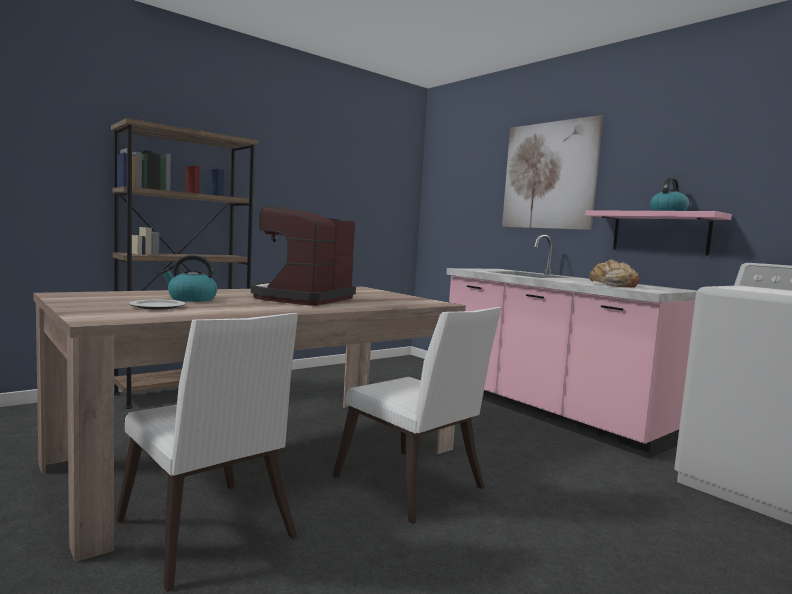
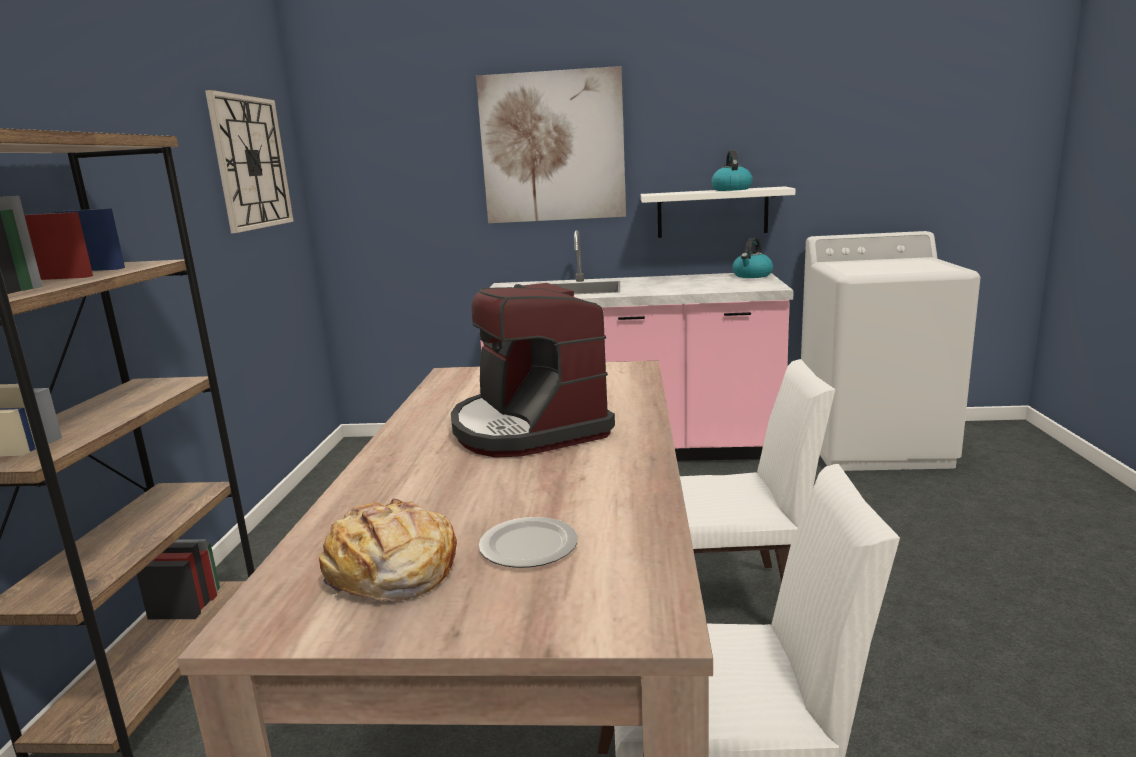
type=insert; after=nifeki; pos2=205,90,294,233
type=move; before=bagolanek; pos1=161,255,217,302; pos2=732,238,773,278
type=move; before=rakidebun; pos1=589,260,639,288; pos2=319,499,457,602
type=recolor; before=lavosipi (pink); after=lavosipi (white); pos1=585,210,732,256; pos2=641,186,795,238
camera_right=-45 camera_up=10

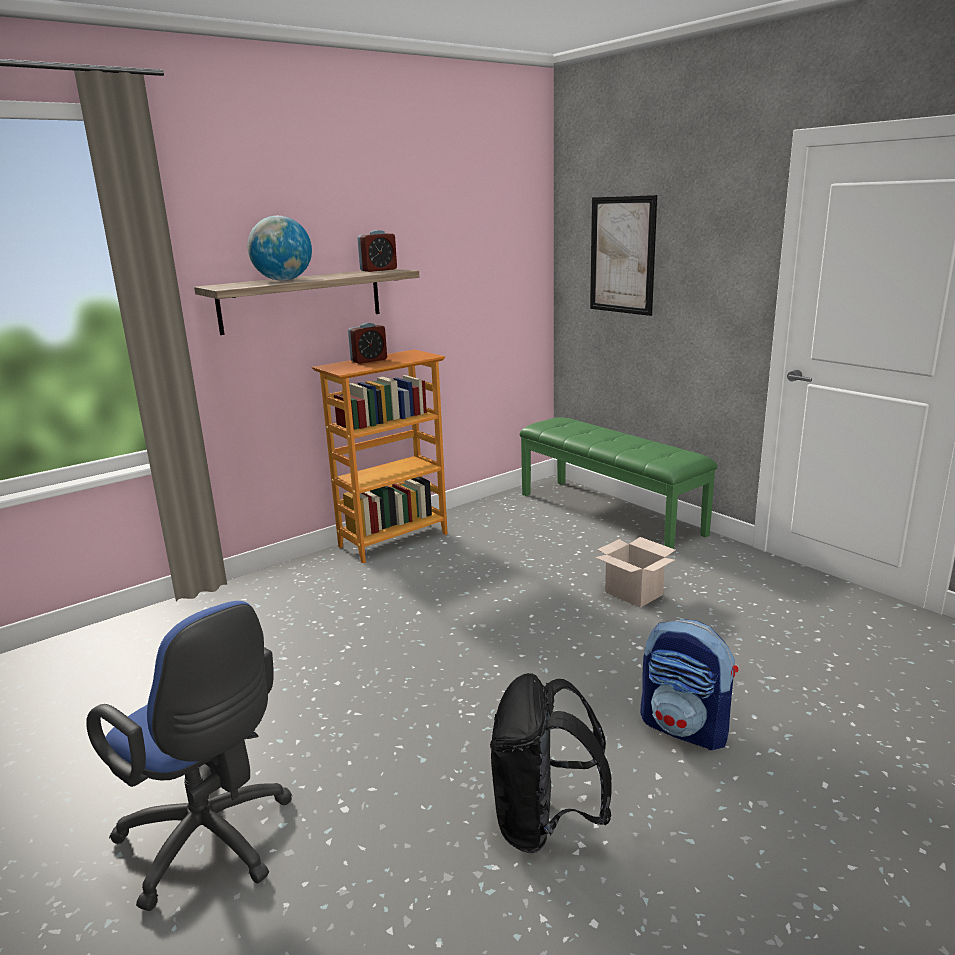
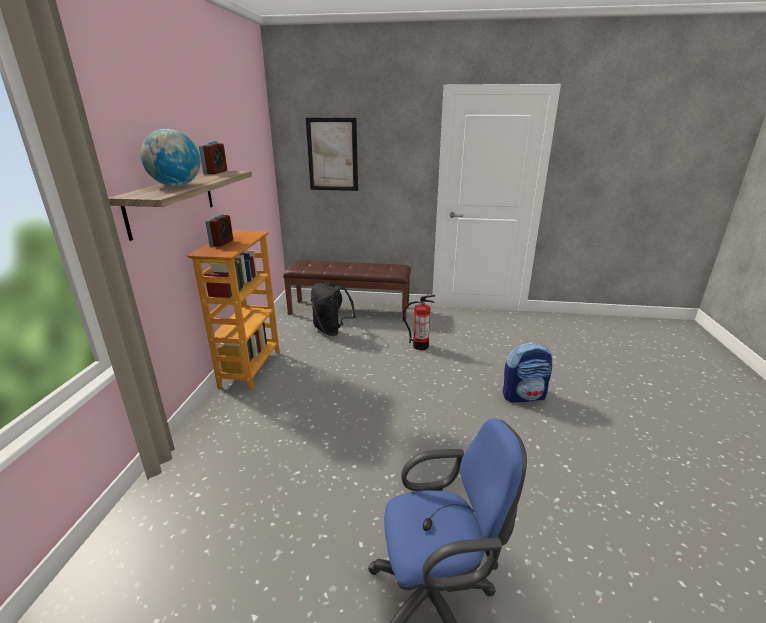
type=move; before=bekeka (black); pos1=490,673,612,853; pos2=311,281,356,336
type=replace; before=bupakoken; after=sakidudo; pos1=595,537,675,608; pos2=402,295,435,350
type=recolor; before=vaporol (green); after=vaporol (brown); pos1=520,417,718,553; pos2=283,260,411,321
camera_right=-45 camera_up=5

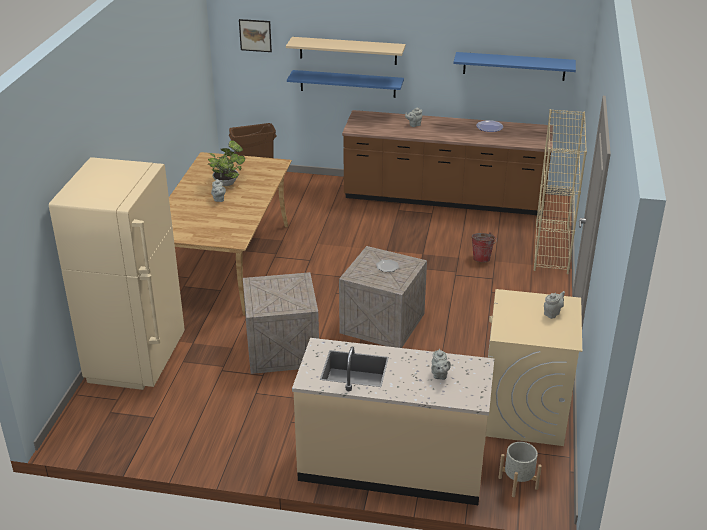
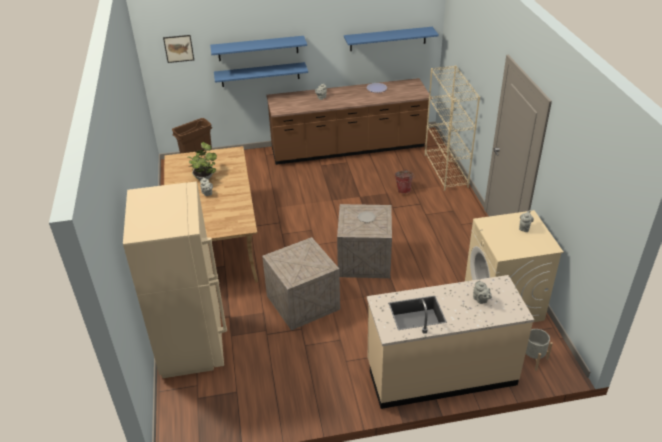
type=recolor; before=lavosipi (beige); after=lavosipi (blue); pos1=286,37,406,65; pos2=210,36,307,61
camera_right=-20 camera_up=5

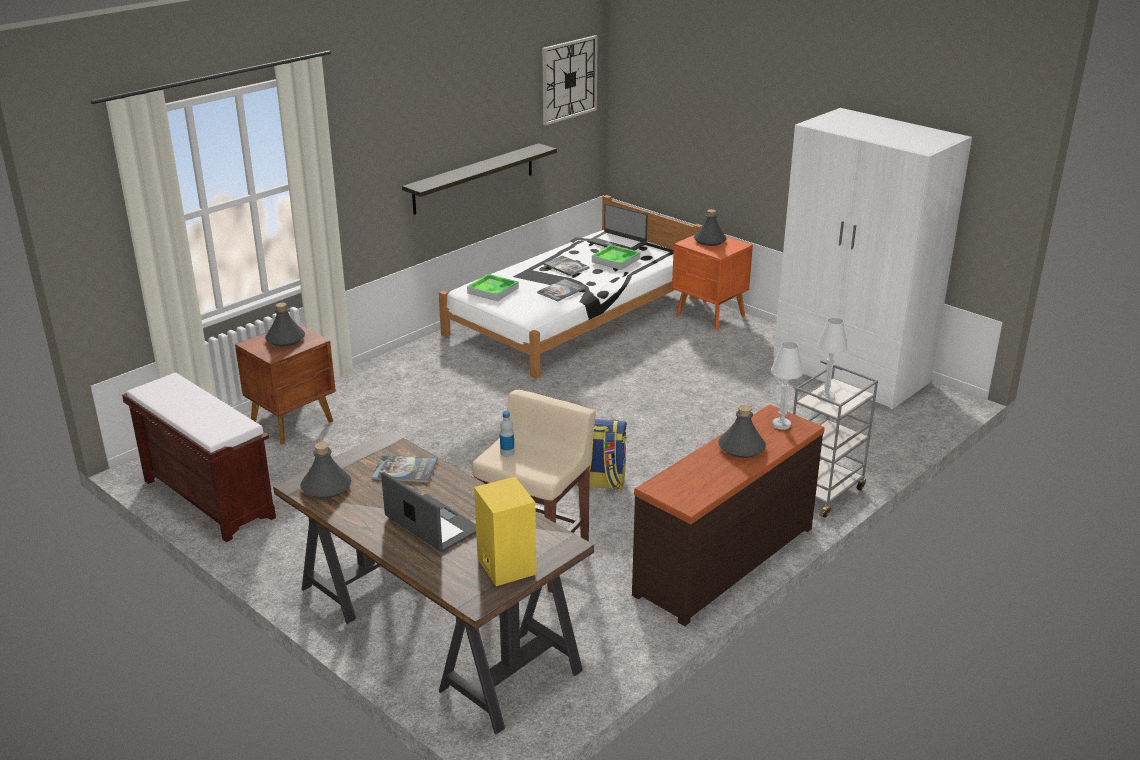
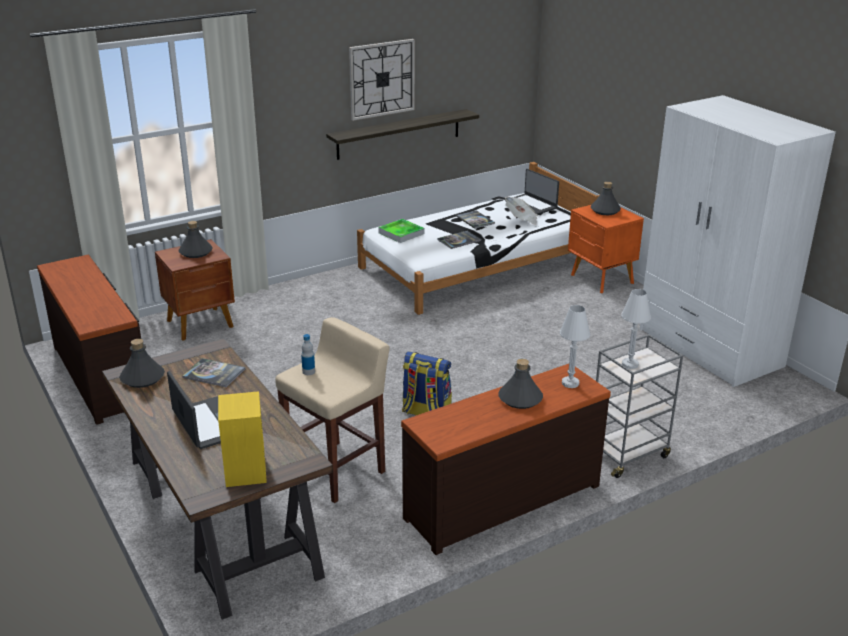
type=move; before=nifeki; pos1=542,35,598,125; pos2=349,39,415,121
type=replace; before=vaporol (brown); after=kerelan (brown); pos1=122,373,276,542; pos2=37,255,141,425
type=replace; before=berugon; after=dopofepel; pos1=592,245,640,270; pos2=505,197,538,225
camera_right=15 camera_up=0

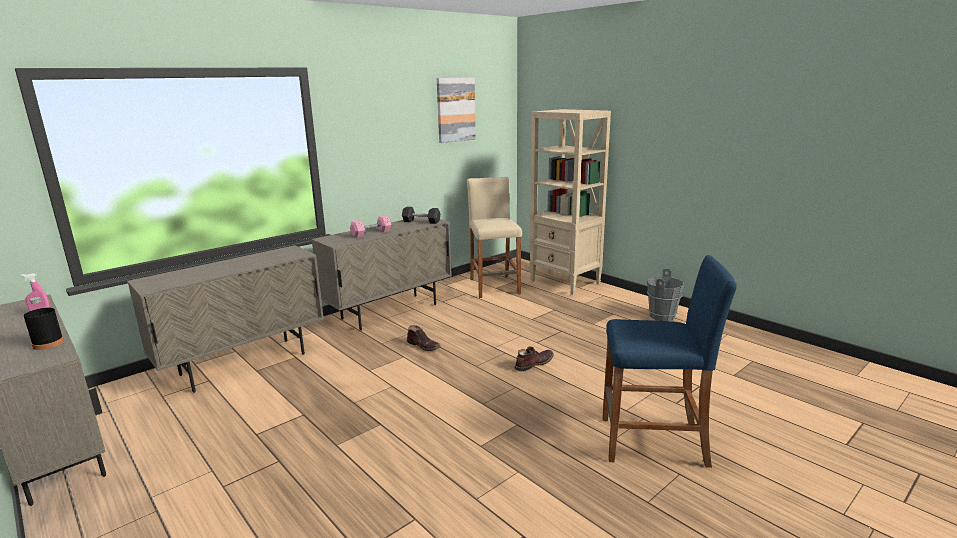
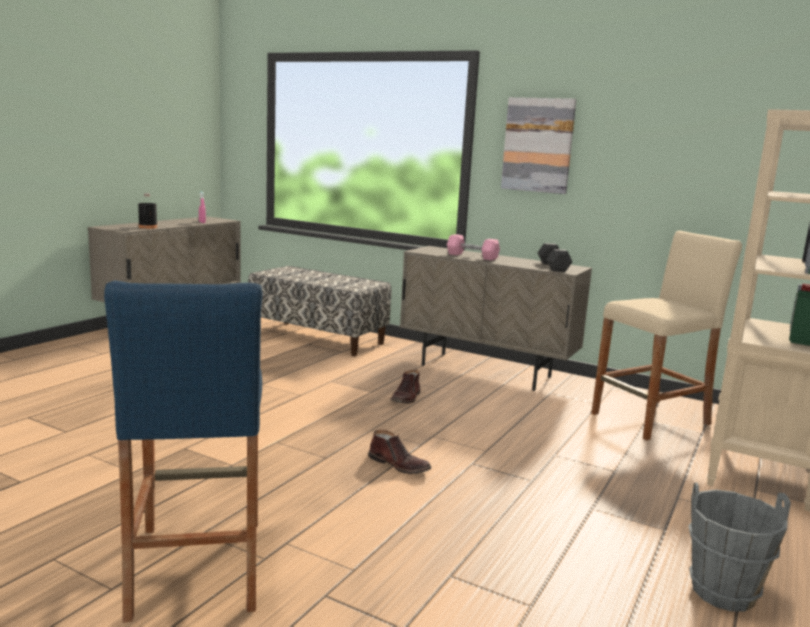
type=move; before=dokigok; pos1=437,77,476,143; pos2=501,97,577,194
type=replace; before=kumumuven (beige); after=vaporol; pos1=127,245,324,393; pos2=248,266,391,356
camera_right=70 camera_up=-5

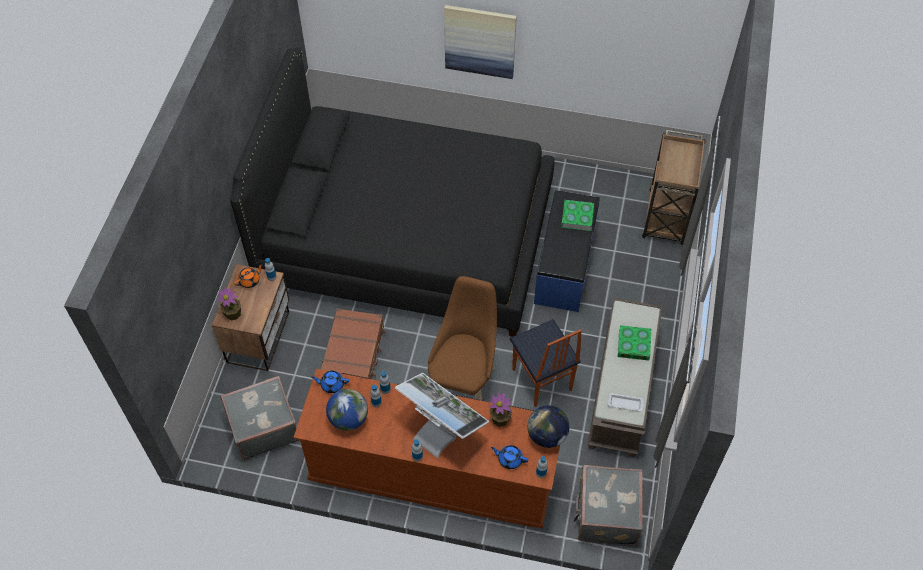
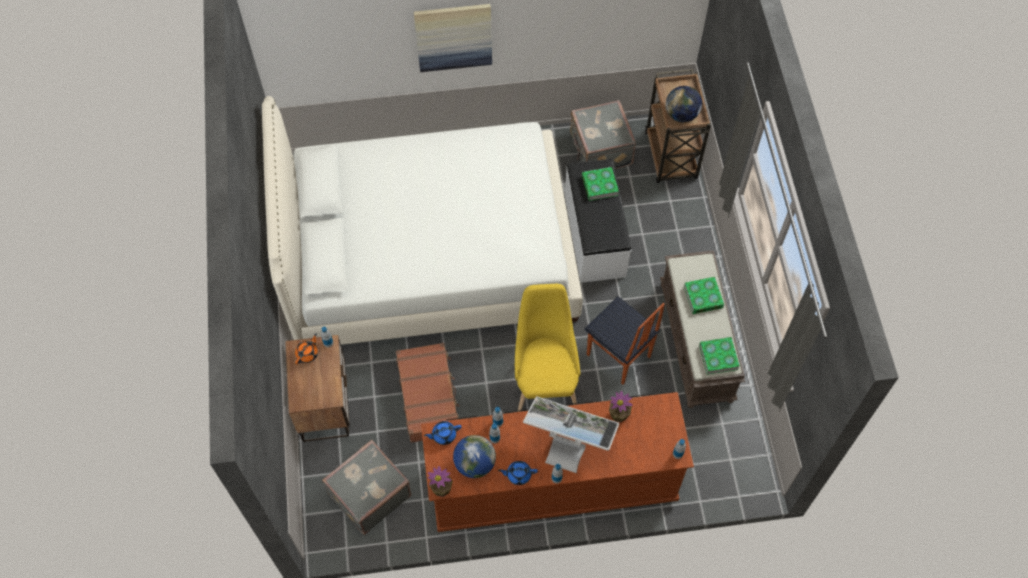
type=move; before=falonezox; pos1=217,287,241,321; pos2=428,466,453,497
type=move; before=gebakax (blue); pos1=491,445,529,469; pos2=498,461,538,485
type=move; before=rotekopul; pos1=527,405,569,448; pos2=666,86,702,122
type=move; before=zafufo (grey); pos1=573,465,643,546; pos2=570,100,636,169
type=replace; before=berugon (white); after=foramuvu; pos1=608,393,645,412; pos2=699,337,740,375
type=recolor; before=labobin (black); after=labobin (white); pos1=230,47,555,337; pos2=262,96,583,345
type=recolor; before=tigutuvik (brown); after=tigutuvik (yellow); pos1=428,276,497,400; pos2=515,284,581,412
type=recolor; before=vaporol (blue); after=vaporol (white); pos1=534,190,600,312; pos2=565,159,631,283
camera_right=-20 camera_up=5

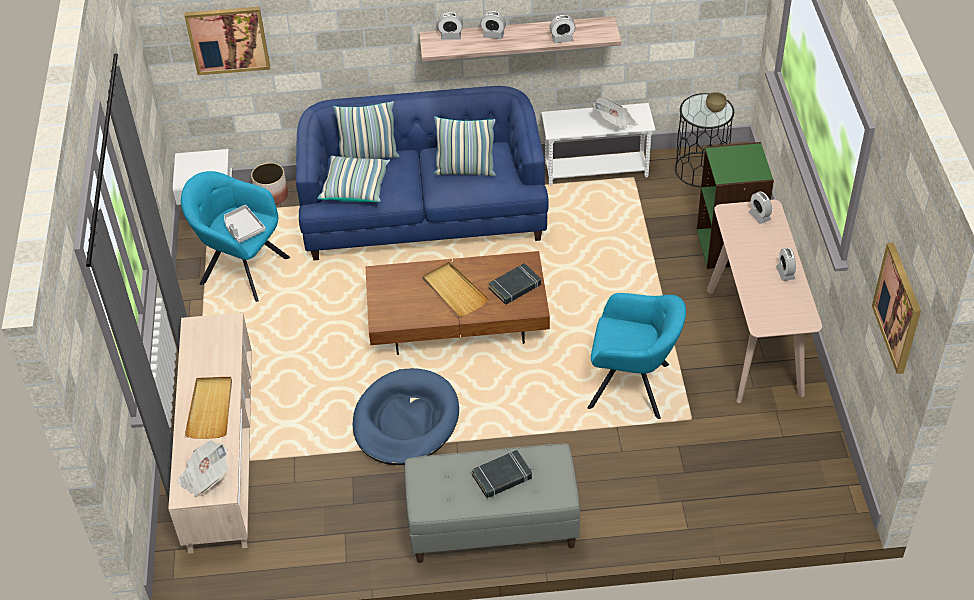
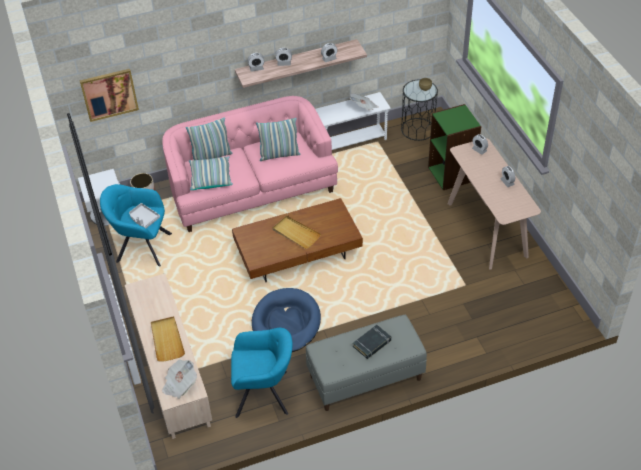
type=delete; before=foramuvu (black); pos1=489,263,541,305
type=delete; before=dokigok; pos1=872,243,921,374
type=move; before=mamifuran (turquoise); pos1=587,293,686,419; pos2=231,328,293,418
type=recolor; before=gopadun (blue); after=gopadun (pink); pos1=296,86,549,260; pos2=162,96,338,232
camera_right=-15 camera_up=0

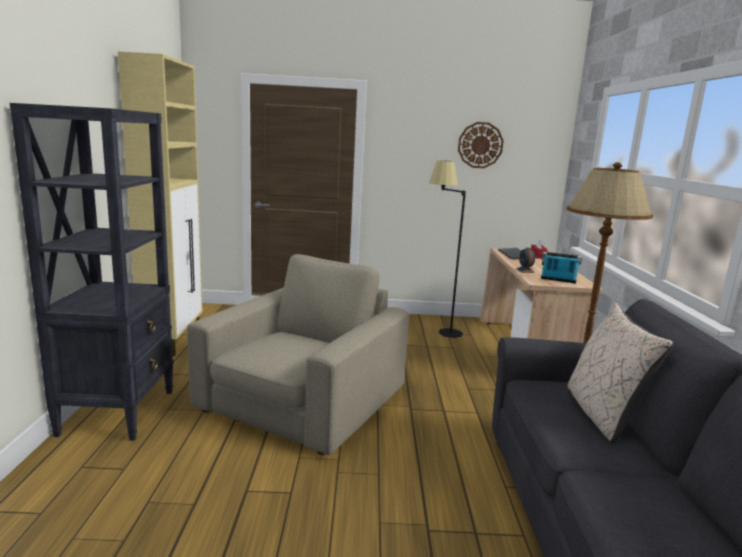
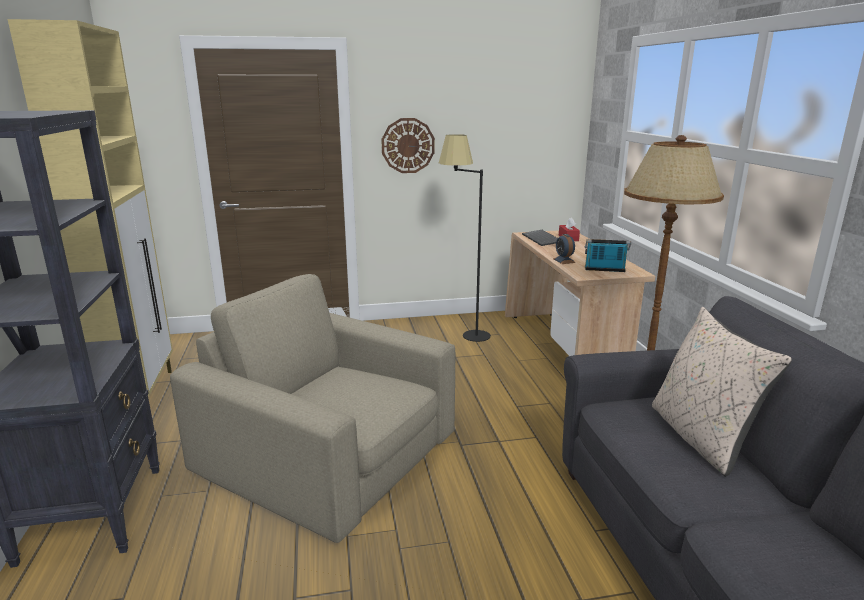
type=move; before=nifeki; pos1=458,122,504,168; pos2=381,118,435,173
type=rotate; before=mamifuran (beige); pos1=187,254,409,455; pos2=170,274,455,543; turn=-75
camera_right=-10 camera_up=5

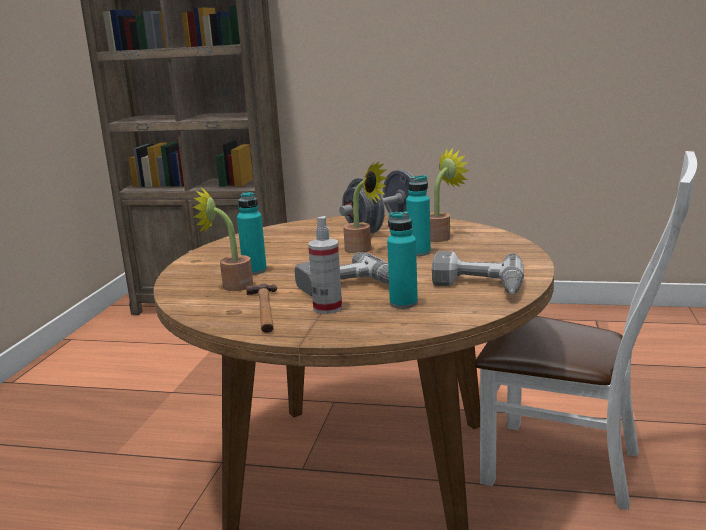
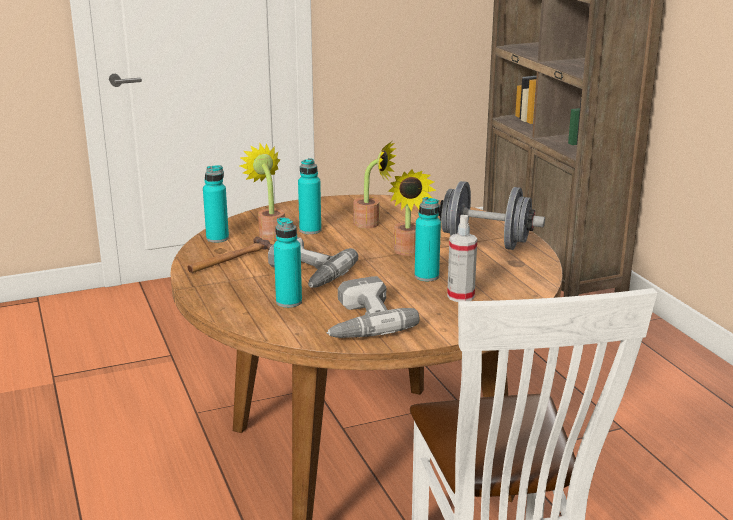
type=insert; after=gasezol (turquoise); pos2=203,165,229,243
type=move; before=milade; pos1=308,216,342,314; pos2=447,215,477,302
type=move; before=falonezox; pos1=430,149,470,242; pos2=353,142,397,228
camera_right=55 camera_up=5

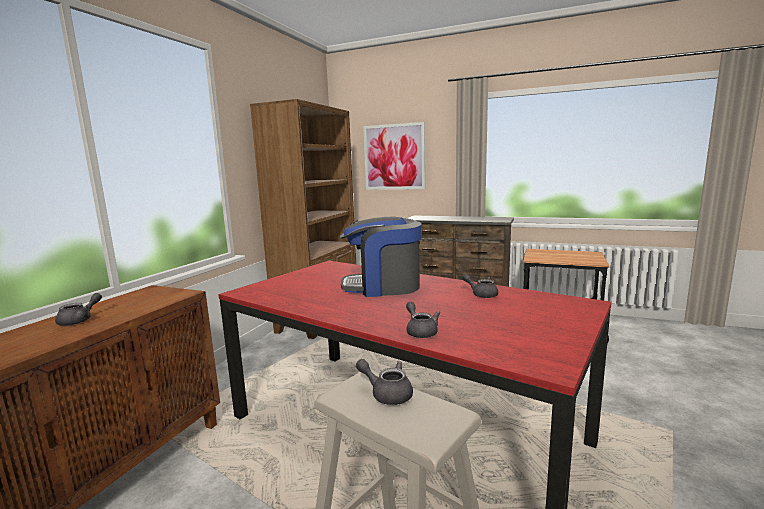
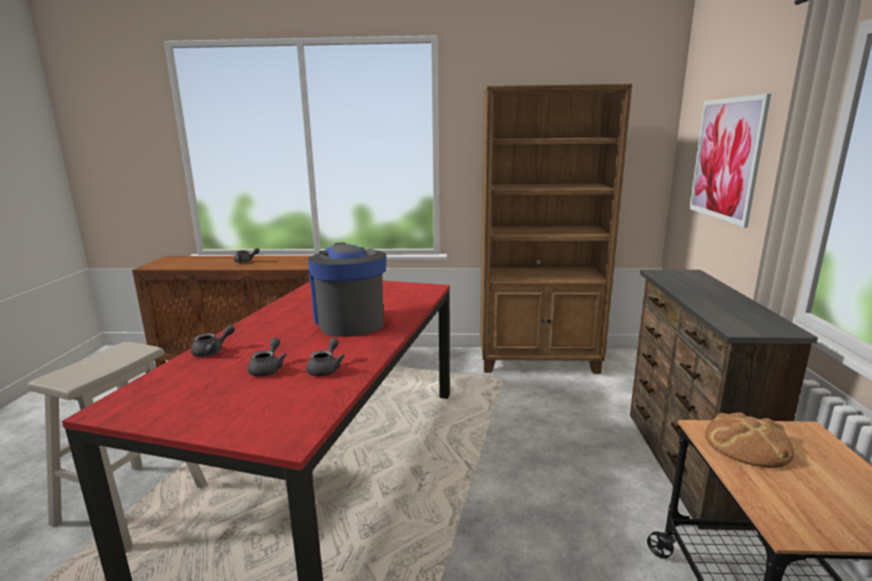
type=insert; after=rakidebun; pos2=705,412,794,468
type=move; before=gebakax (grey); pos1=356,359,413,405; pos2=248,338,286,377
camera_right=70 camera_up=5

